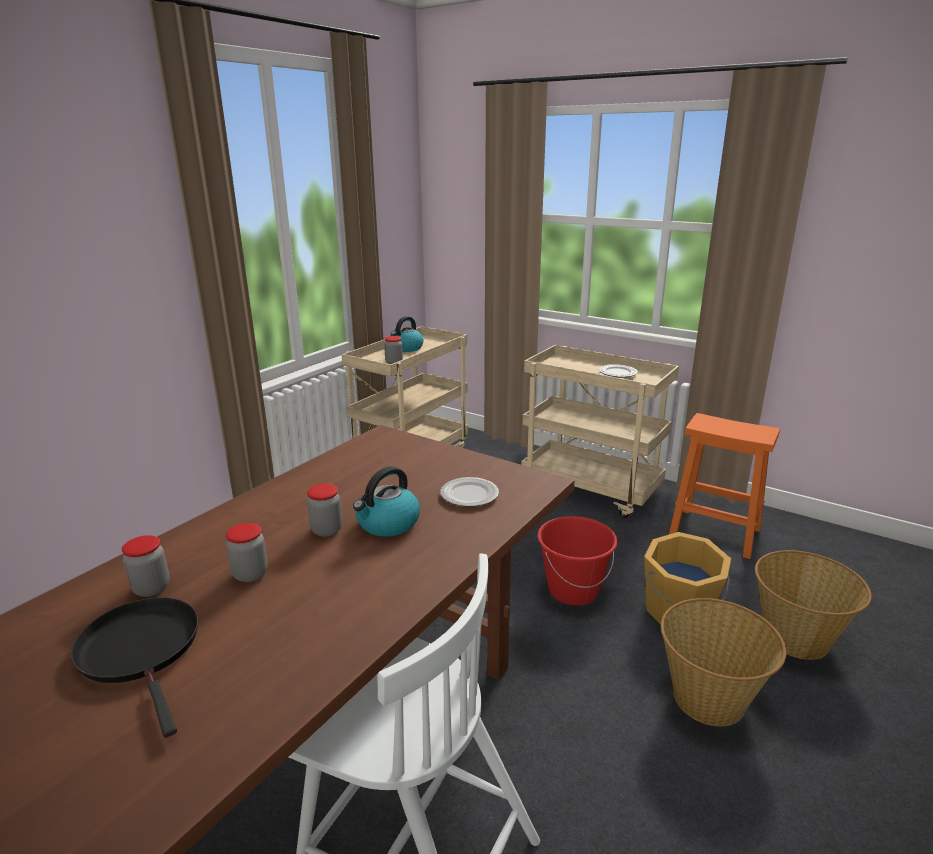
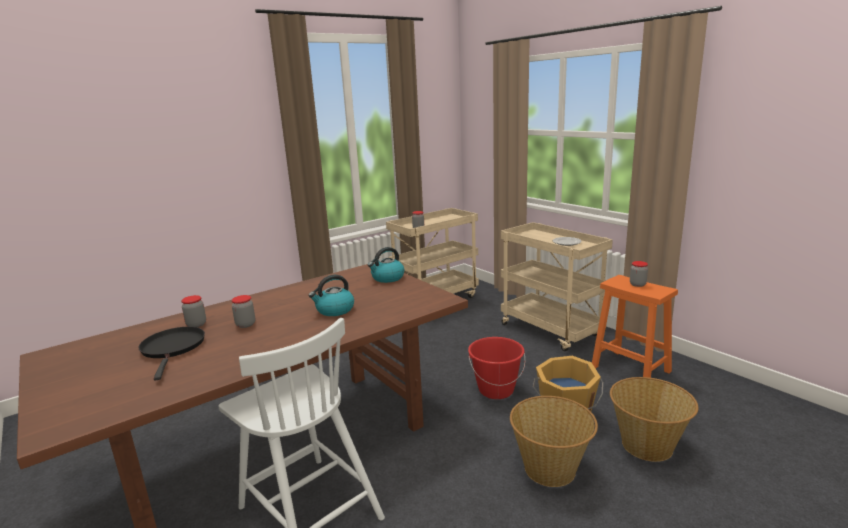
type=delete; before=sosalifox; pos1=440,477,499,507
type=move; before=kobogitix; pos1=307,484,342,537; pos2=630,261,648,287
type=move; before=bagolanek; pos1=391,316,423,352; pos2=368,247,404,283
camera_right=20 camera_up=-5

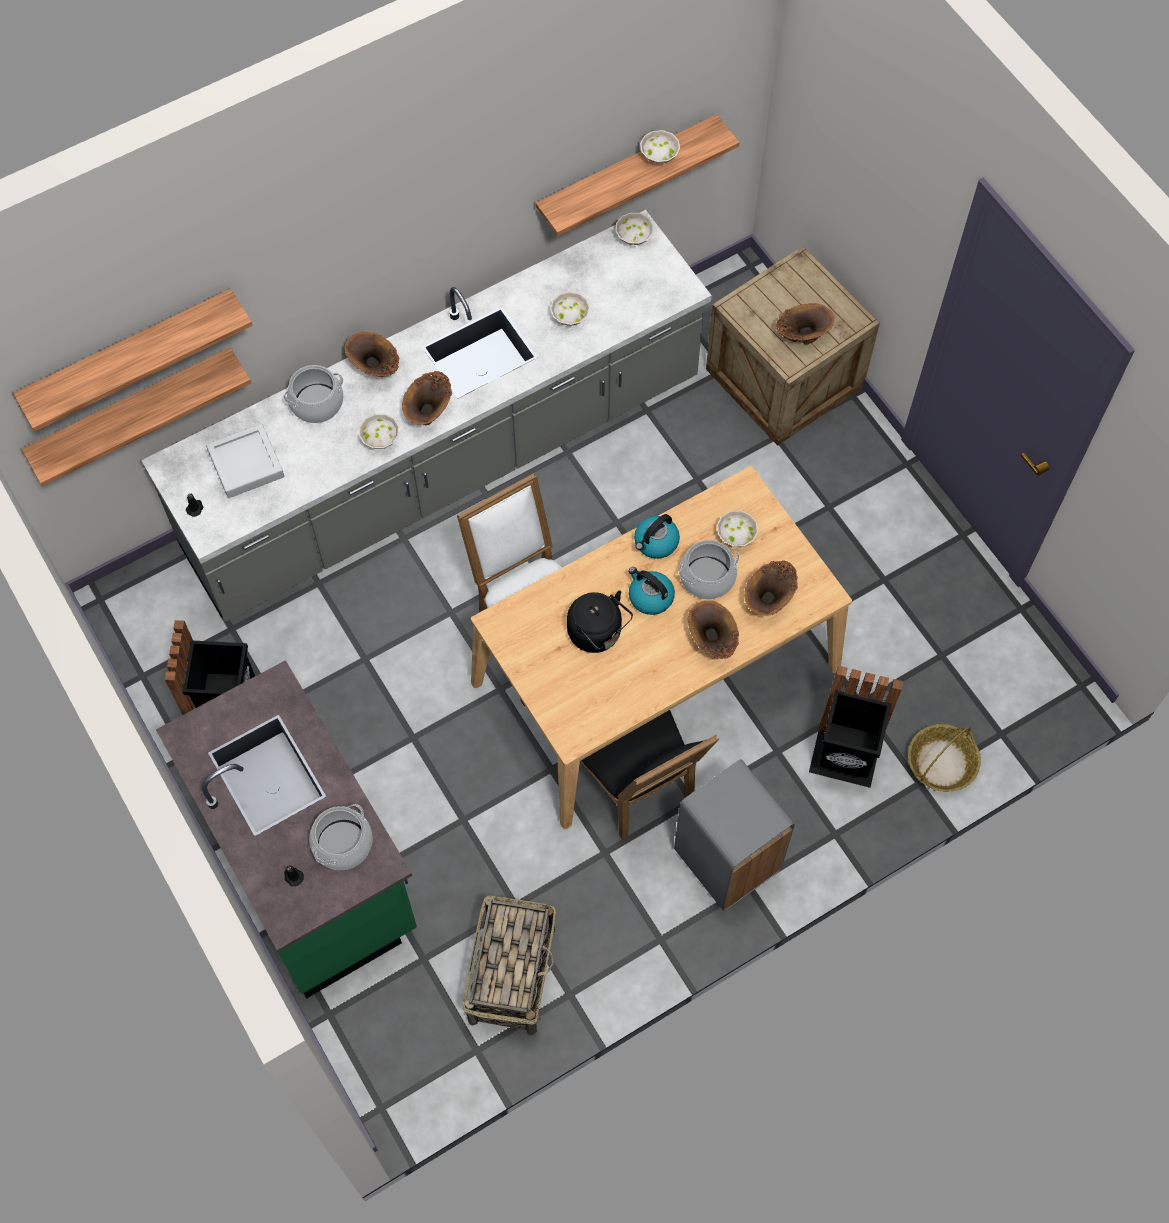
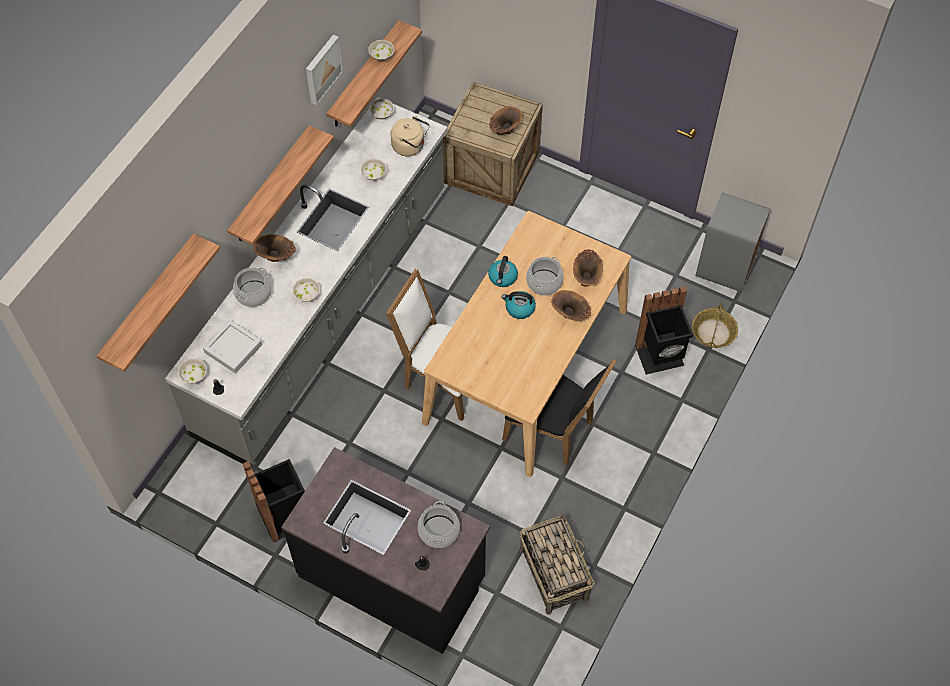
type=delete; before=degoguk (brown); pos1=402,371,452,425
type=delete; before=bagolanek (black); pos1=567,590,633,653
type=insert; after=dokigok; pos2=306,35,343,105
type=insert; after=bagolanek (beige); pos2=391,116,430,157
type=move; before=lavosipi; pos1=22,348,251,486; pos2=227,125,334,245
type=move; before=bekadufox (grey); pos1=674,759,795,911; pos2=695,192,770,292
type=move; before=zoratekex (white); pos1=717,510,758,547; pos2=178,358,207,384
type=recolor; before=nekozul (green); after=nekozul (black); pos1=156,660,417,999; pos2=281,447,490,654
camera_right=-30 camera_up=-5

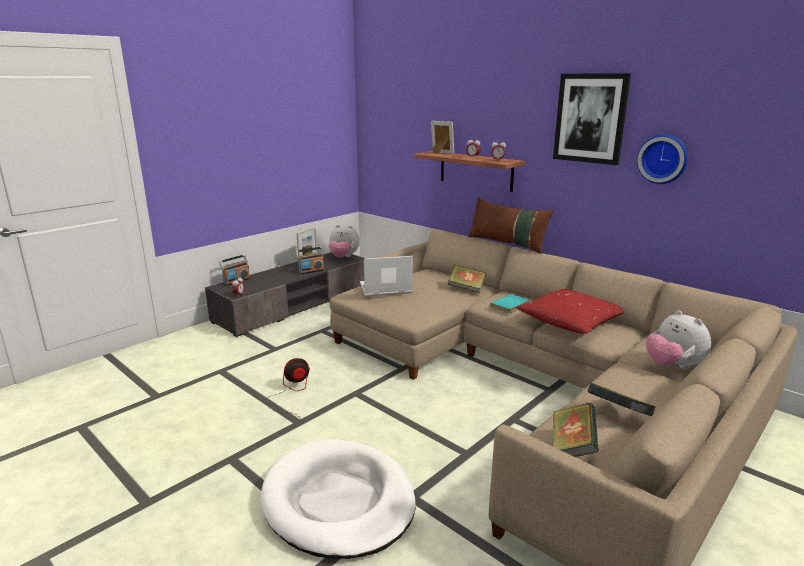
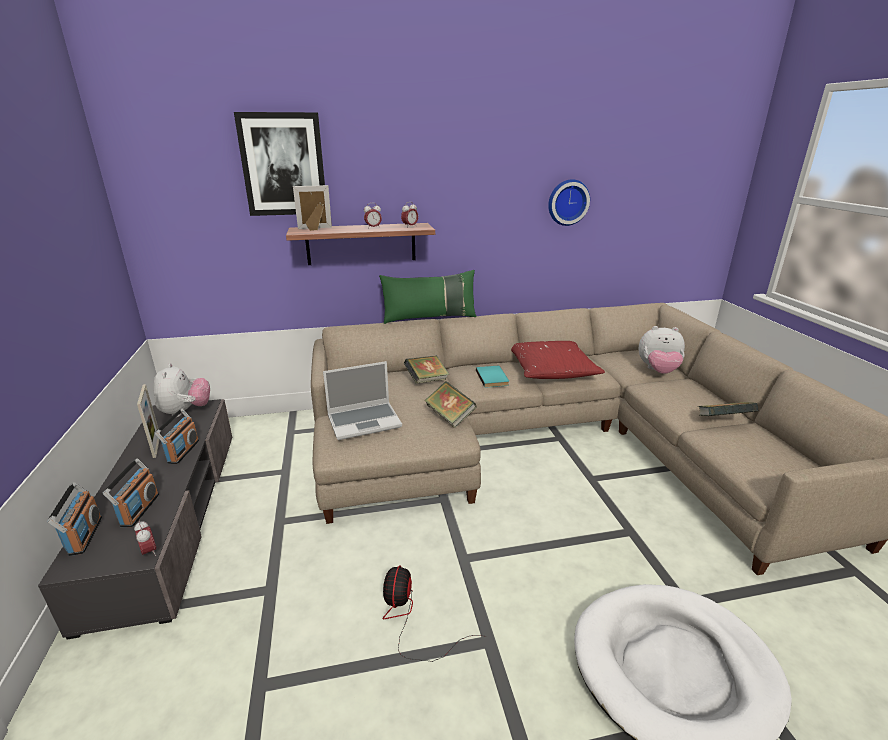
type=insert; after=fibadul; pos2=103,459,159,527
type=move; before=dokigok; pos1=553,73,631,165; pos2=234,112,325,216
type=move; before=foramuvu; pos1=553,403,599,457; pos2=425,381,477,428
type=recolor; before=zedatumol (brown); after=zedatumol (green); pos1=468,198,554,254; pos2=379,270,477,324
type=rotate; before=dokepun; pos1=328,225,360,258; pos2=153,363,210,417; turn=-60
type=rotate; before=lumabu; pos1=360,256,413,297; pos2=323,361,402,440; turn=-135
camera_right=-55 camera_up=5

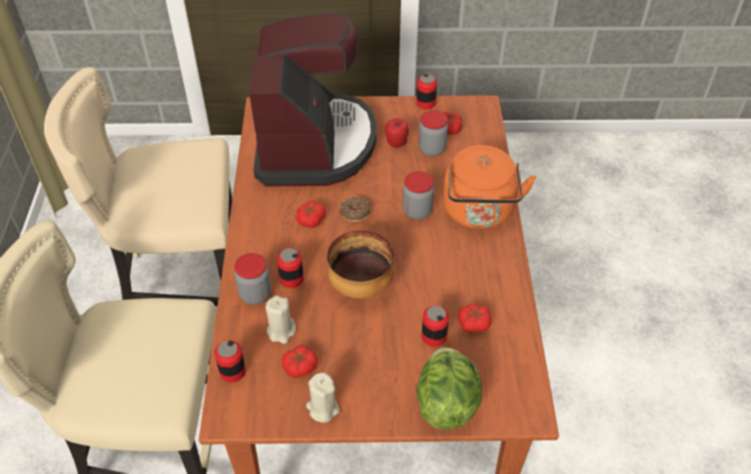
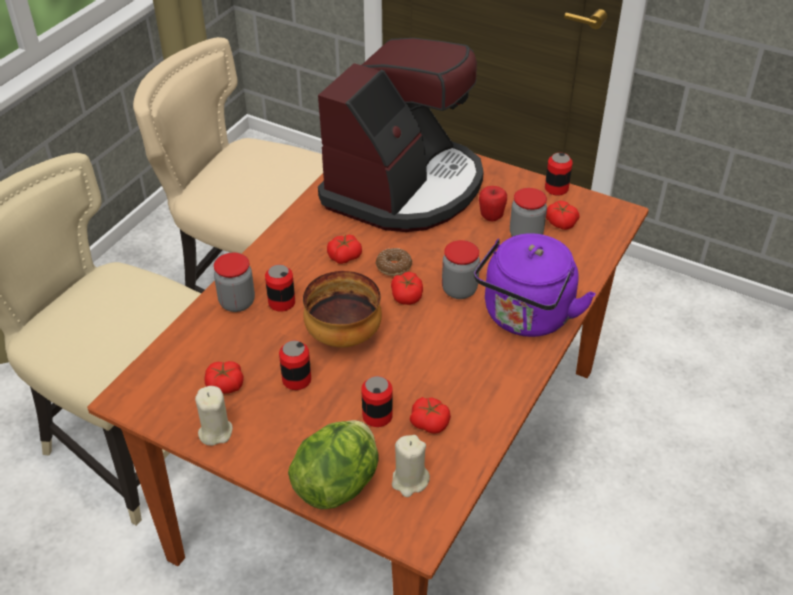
type=insert; after=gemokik; pos2=391,272,423,305
type=move; before=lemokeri; pos1=214,340,246,383; pos2=279,340,311,390
type=move; before=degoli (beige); pos1=266,296,296,344; pos2=392,435,430,497
type=recolor; before=bagolanek (orange); after=bagolanek (purple); pos1=443,145,536,229; pos2=474,233,596,337
camera_right=30 camera_up=-5

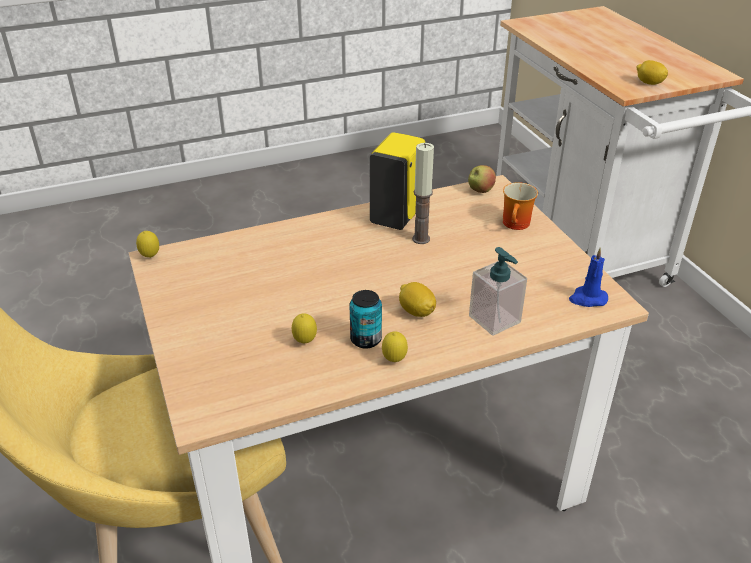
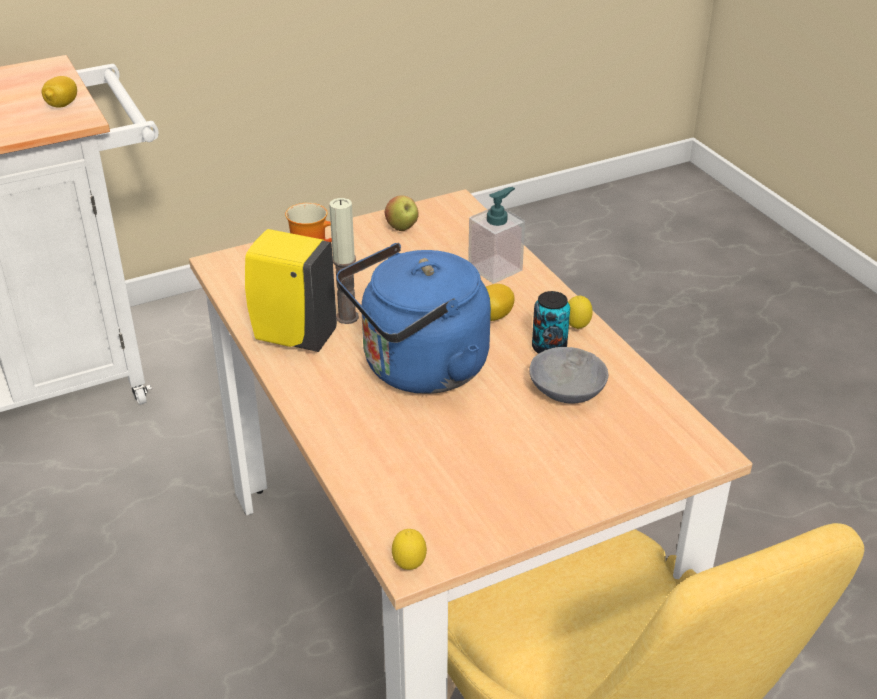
type=delete; before=degoli (blue); pos1=569,248,608,307
type=insert; after=bagolanek (blue); pos2=336,243,491,394
type=move; before=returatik; pos1=468,165,496,193; pos2=385,195,419,231
type=replace; before=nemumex; after=zoratekex (grey); pos1=292,313,317,343; pos2=529,347,608,404
camera_right=-95 camera_up=0

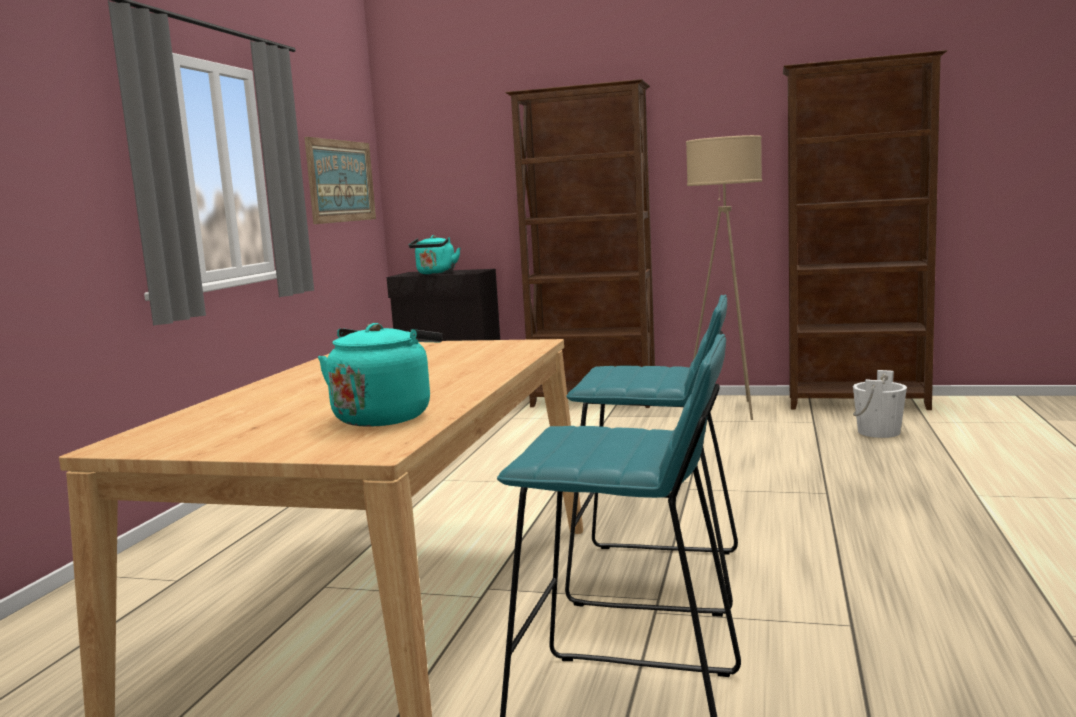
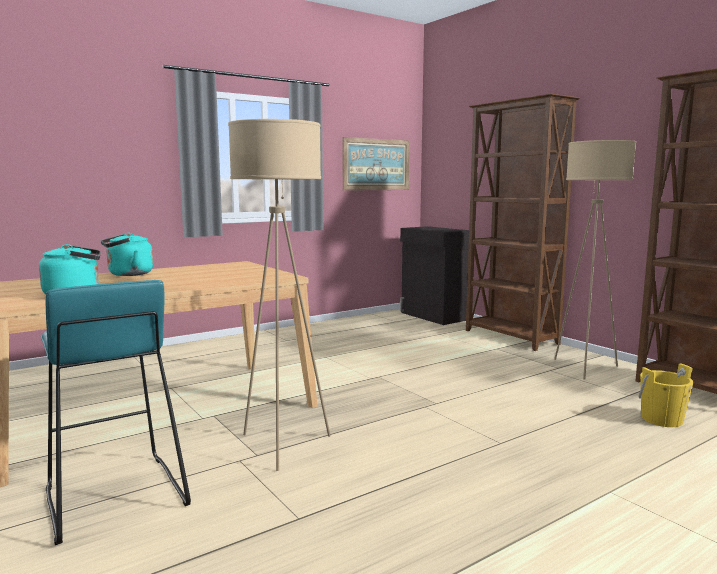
type=move; before=bagolanek (turquoise); pos1=409,235,461,274; pos2=101,233,153,276
type=replace; before=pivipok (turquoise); after=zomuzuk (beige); pos1=565,295,738,617; pos2=228,119,331,471
type=recolor; before=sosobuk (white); after=sosobuk (yellow); pos1=853,370,907,438; pos2=638,363,694,427
camera_right=40 camera_up=0

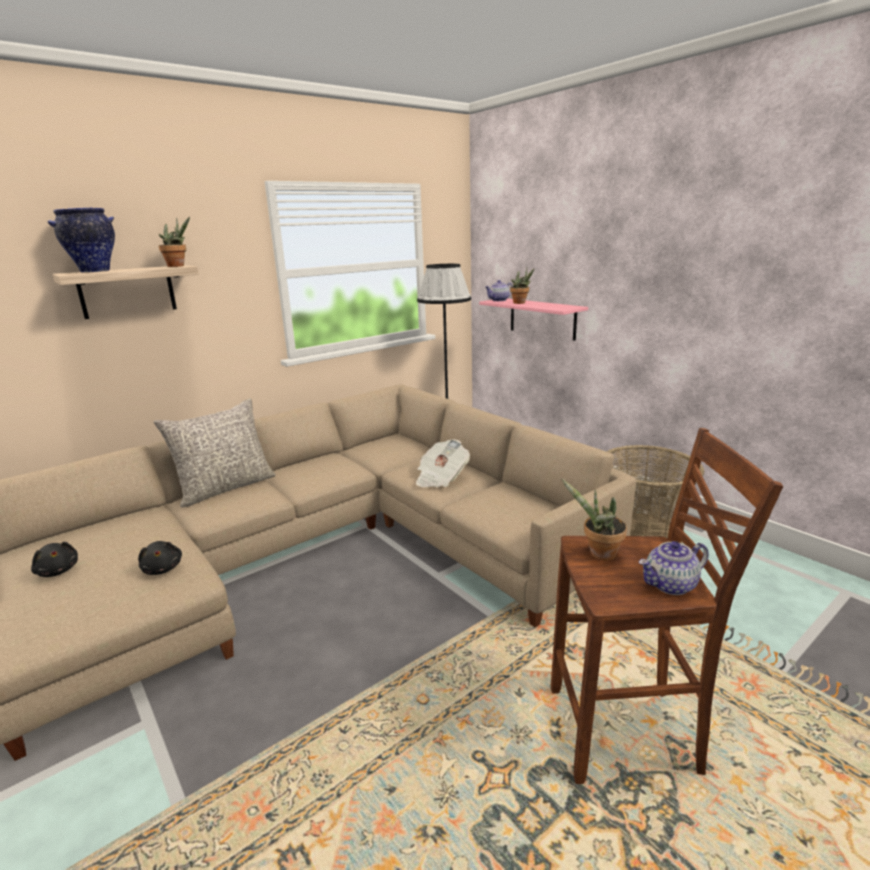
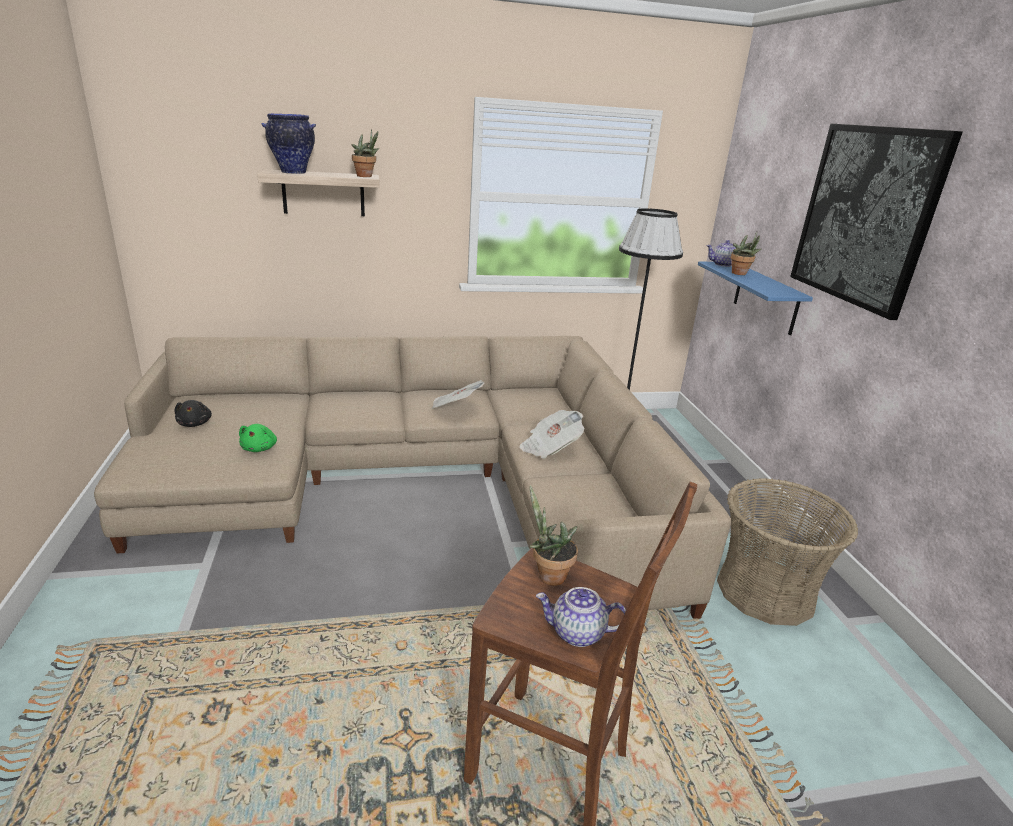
type=delete; before=zedatumol (grey); pos1=154,398,276,508
type=insert; after=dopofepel; pos2=431,380,484,409
type=insert; after=dokigok; pos2=790,124,963,320
type=recolor; before=dokepun (black); after=dokepun (green); pos1=138,541,182,575; pos2=239,424,277,452
type=recolor; before=lavosipi (pink); after=lavosipi (blue); pos1=479,298,588,341; pos2=698,261,813,335
camera_right=25 camera_up=5

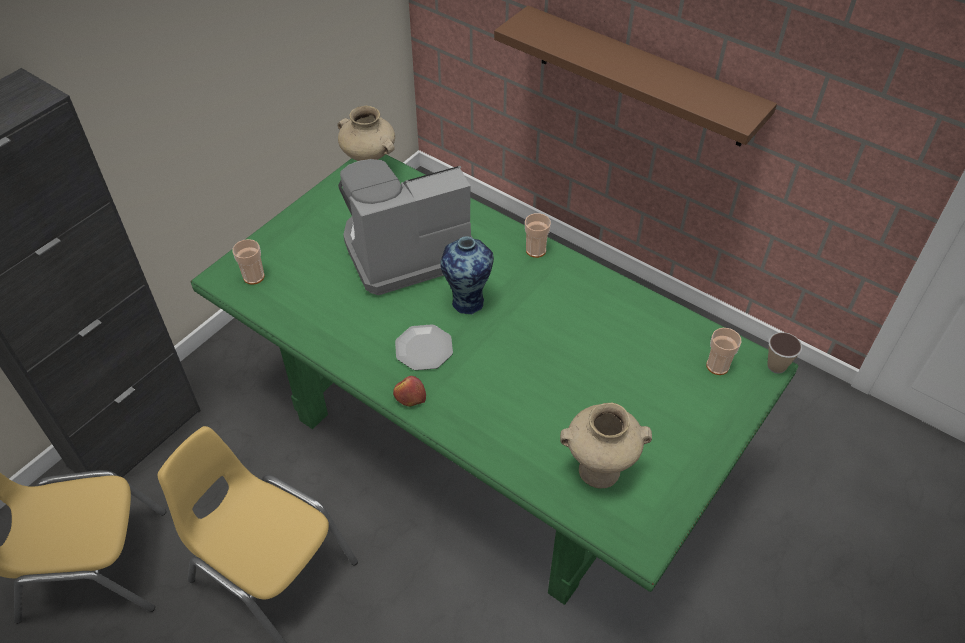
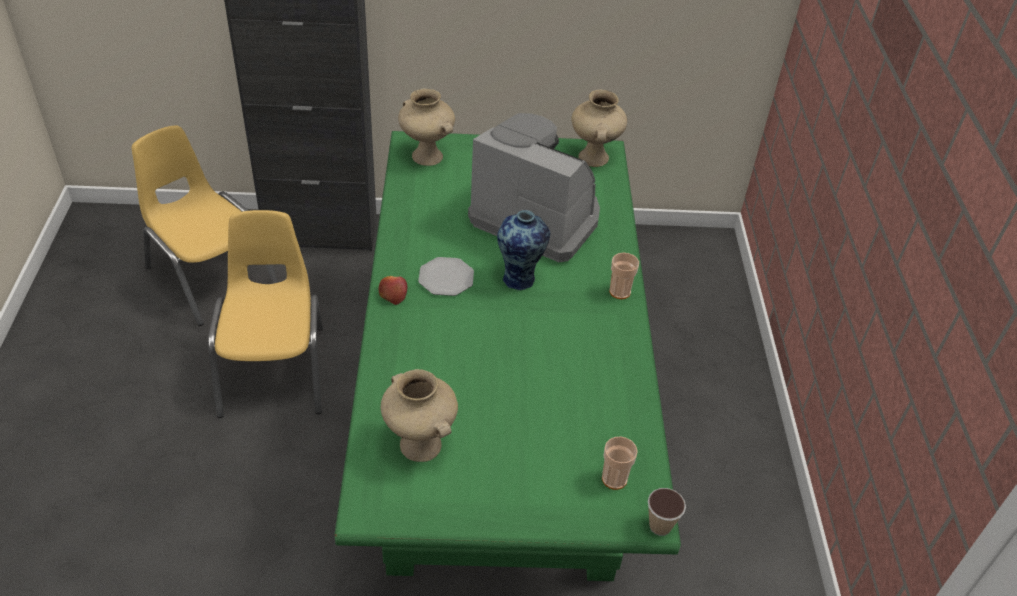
type=delete; before=lavosipi (brown); pos1=494,6,777,146
type=replace; before=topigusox; after=degoguk (beige); pos1=233,239,264,285; pos2=398,89,455,166
camera_right=50 camera_up=-5

